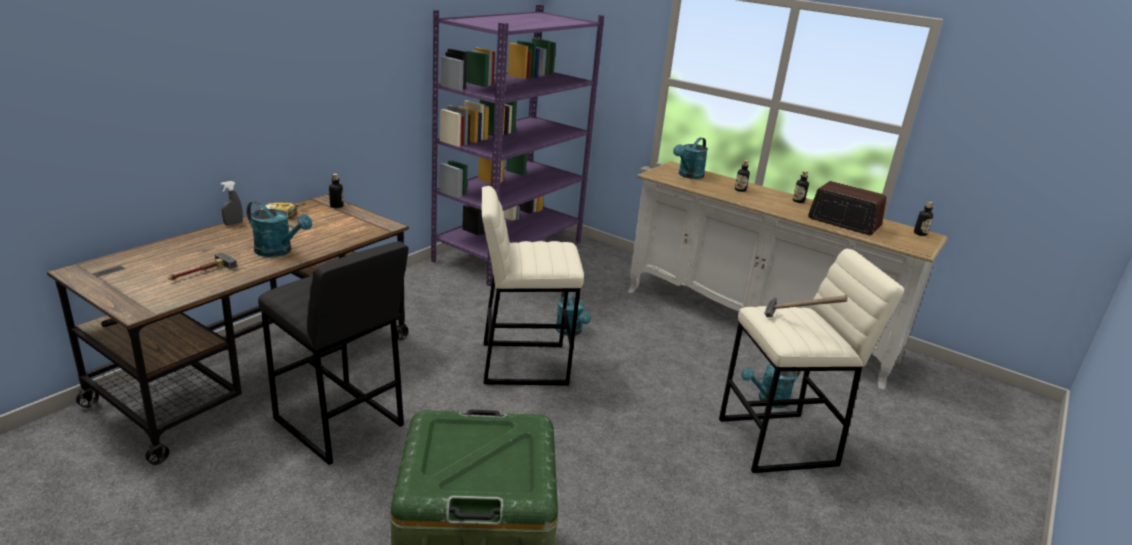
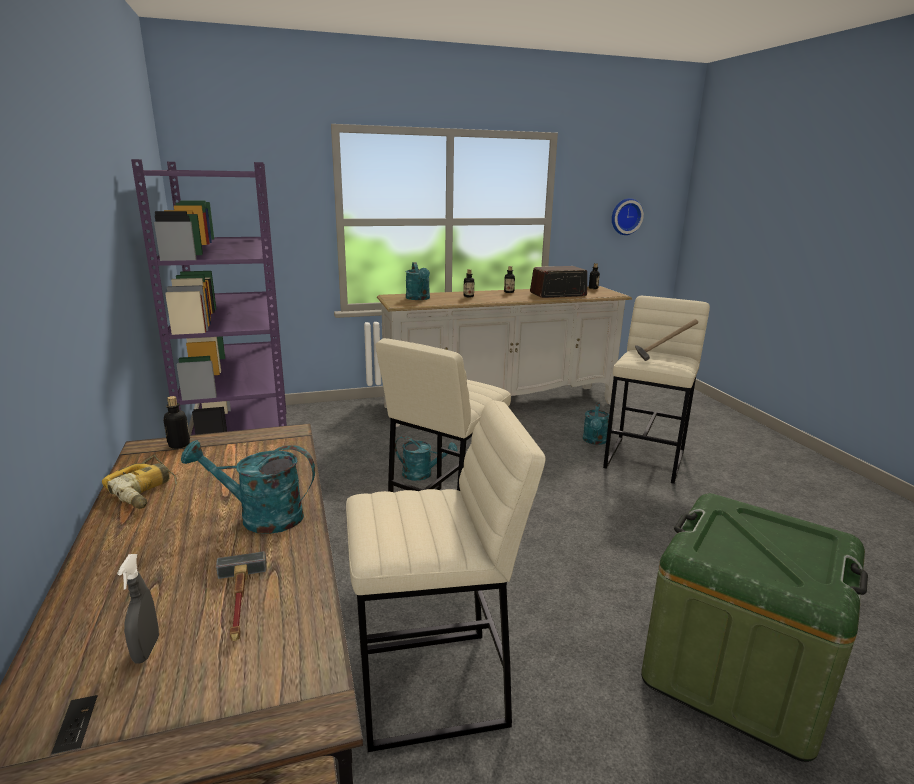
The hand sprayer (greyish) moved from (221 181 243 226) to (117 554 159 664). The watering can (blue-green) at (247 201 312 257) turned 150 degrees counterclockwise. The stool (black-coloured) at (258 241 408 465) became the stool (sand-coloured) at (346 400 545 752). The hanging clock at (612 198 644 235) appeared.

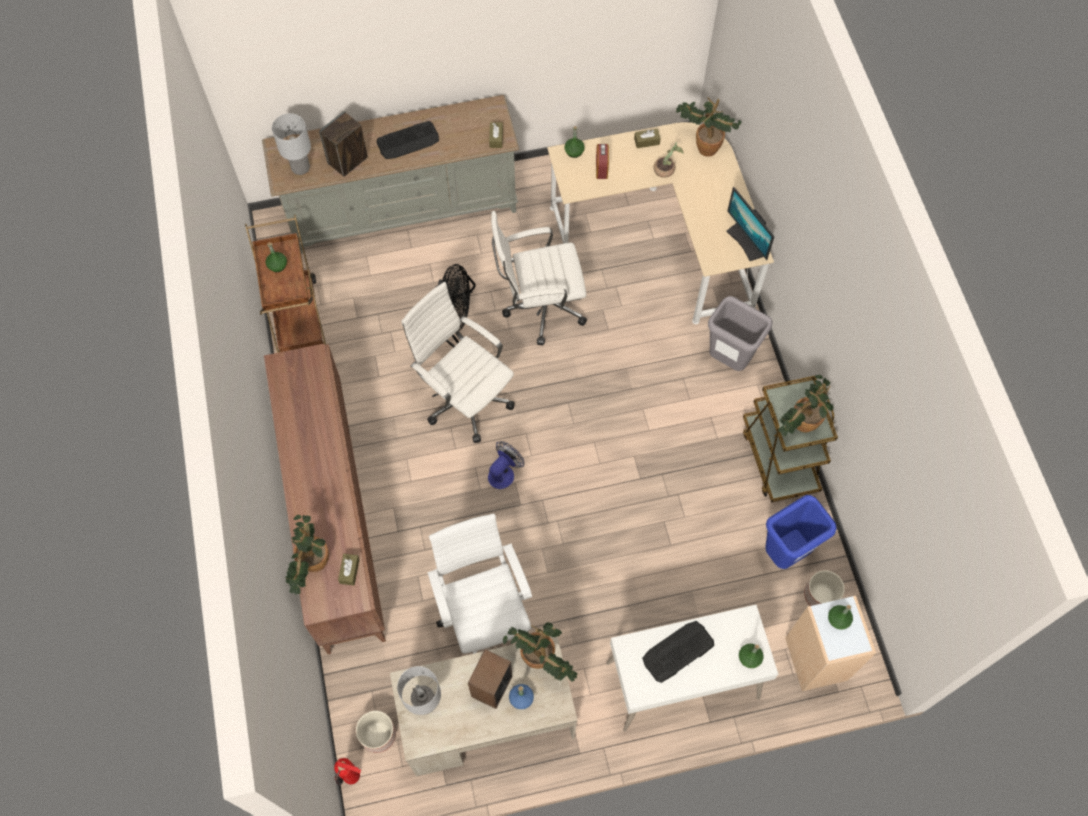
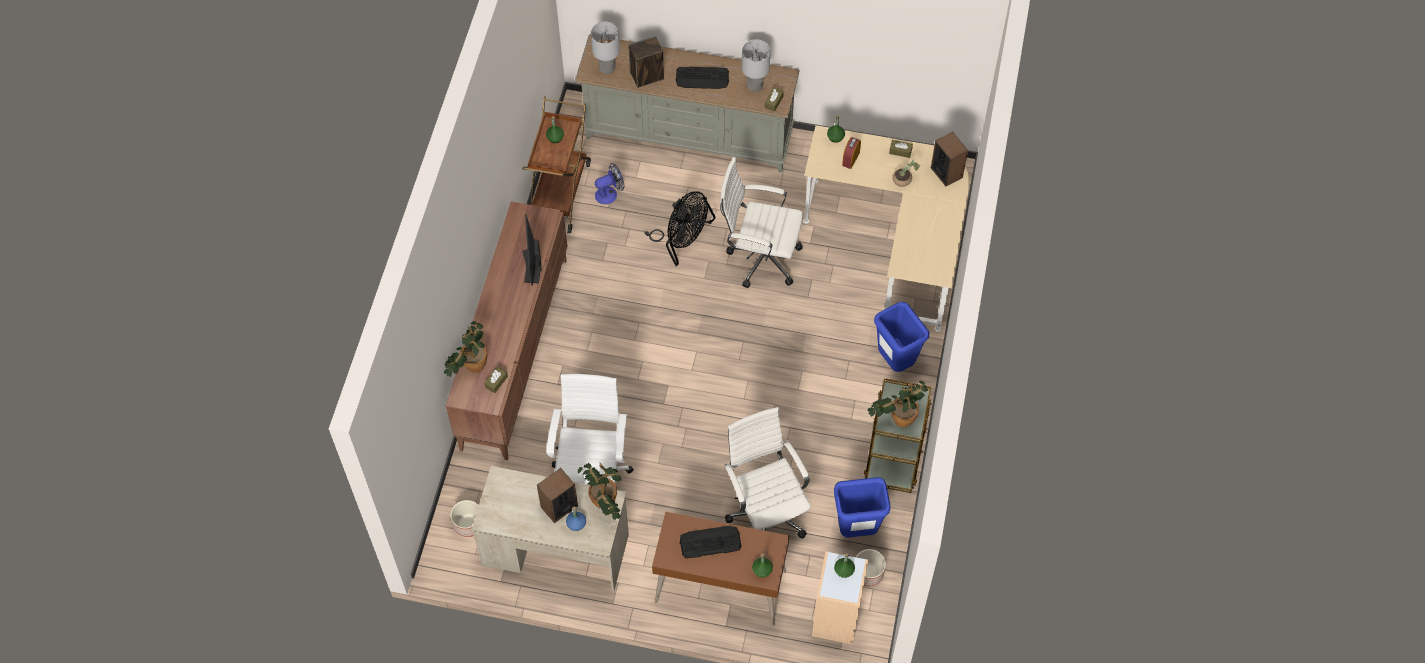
The houseplant at (676 97 742 157) was replaced by the audio speaker at (931 132 968 186). The monitor moved from (726 187 774 261) to (522 214 542 286). The computer chair (white) moved from (401 282 515 443) to (724 407 811 539). The trash can (greyish) at (708 296 772 371) became the trash can (blue-coloured) at (874 302 929 372). The cooling fan moved from (488 441 524 489) to (595 163 625 204). The desk unit (white) at (606 605 778 732) became the desk unit (brownish) at (652 512 789 627). The tabletop lamp (greyish) moved from (397 666 441 715) to (742 39 770 92). The extinguisher at (334 758 361 785) disappeared.

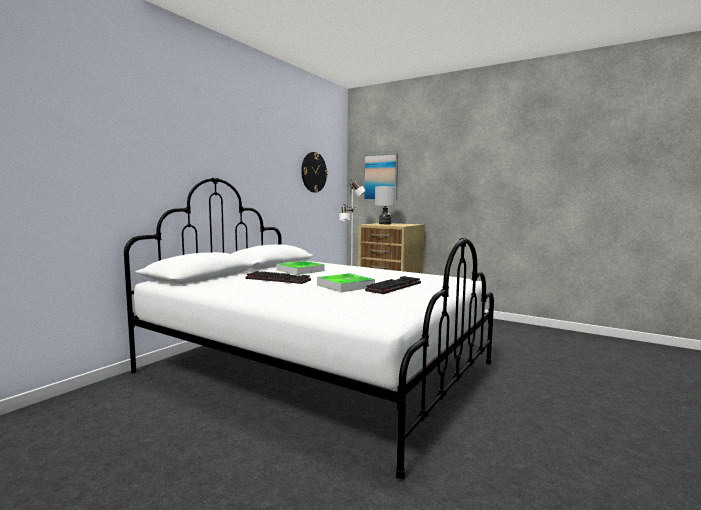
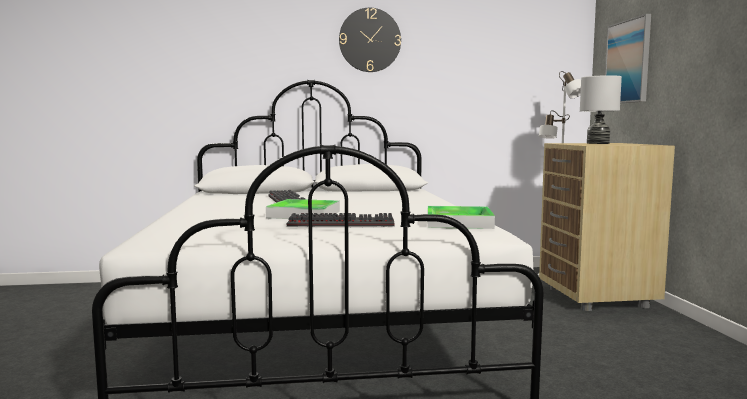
The hanging clock moved from (301 152 328 192) to (339 8 401 72). The tray moved from (276 261 325 275) to (428 206 495 229).

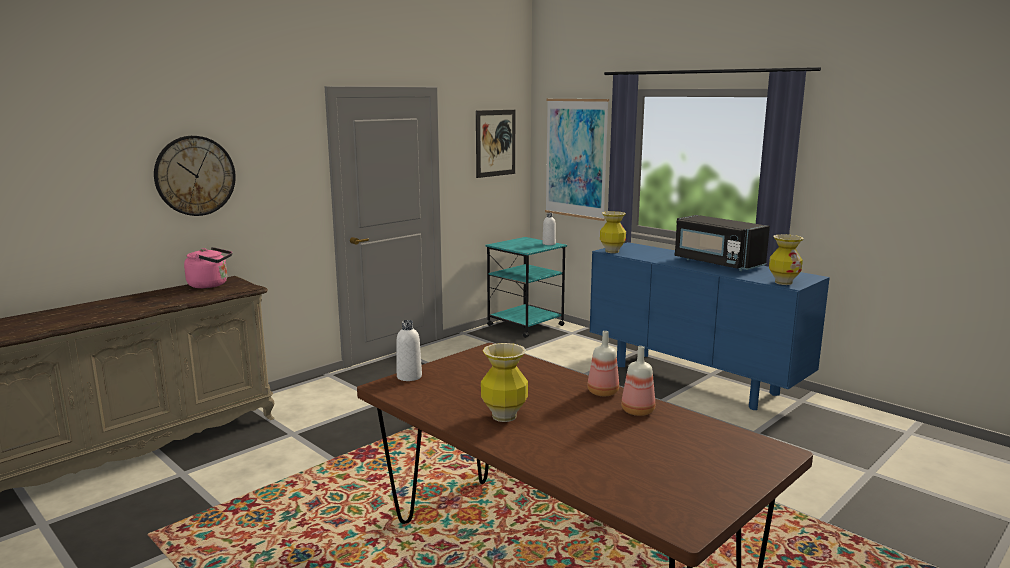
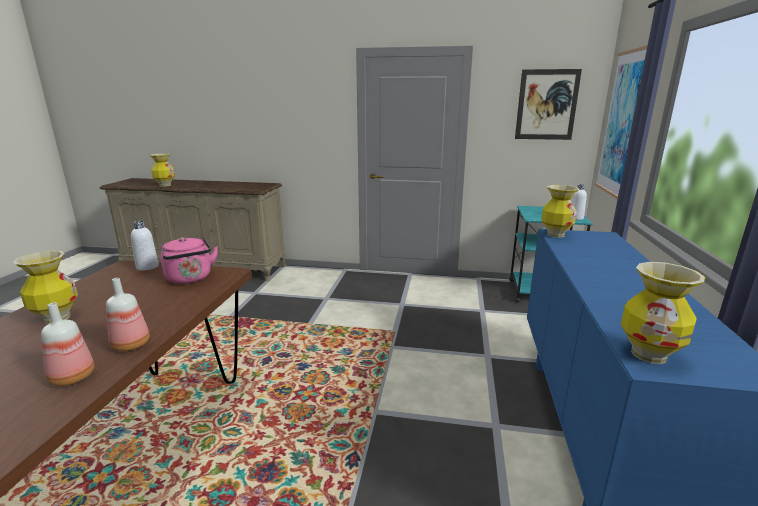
The hanging clock at (154 136 236 216) disappeared. The microwave (black-coloured) at (674 215 770 271) disappeared. The kettle (pink) moved from (184 247 232 288) to (161 237 218 284). The flower vase at (150 153 175 187) appeared.

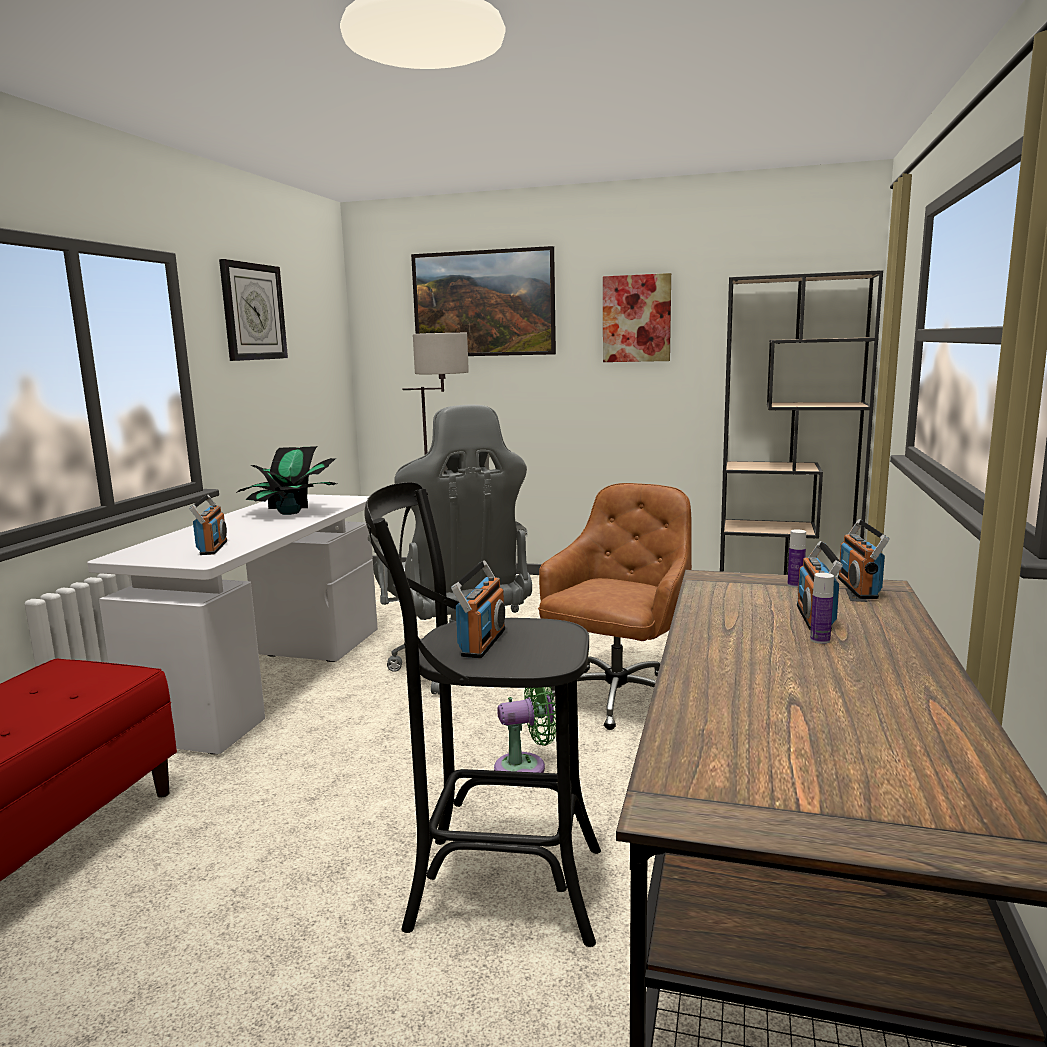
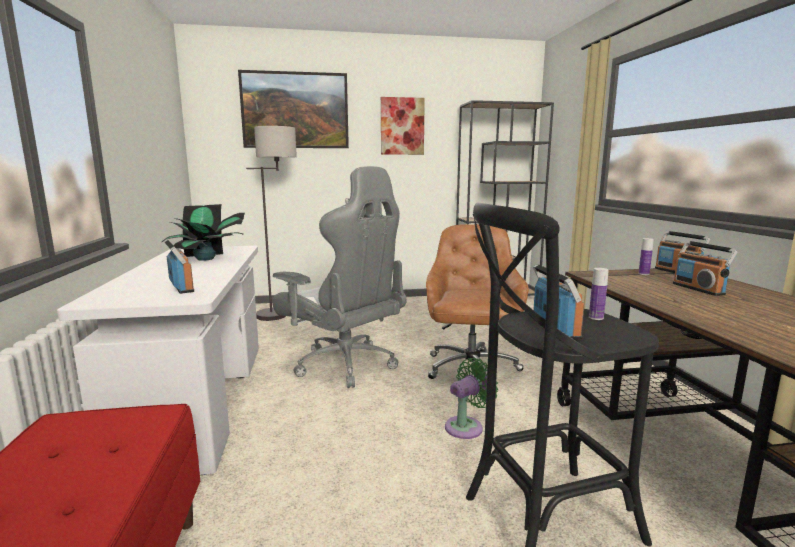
The hanging clock at (219 259 288 361) disappeared. The drink bottle moved from (810 573 834 644) to (589 268 609 320).

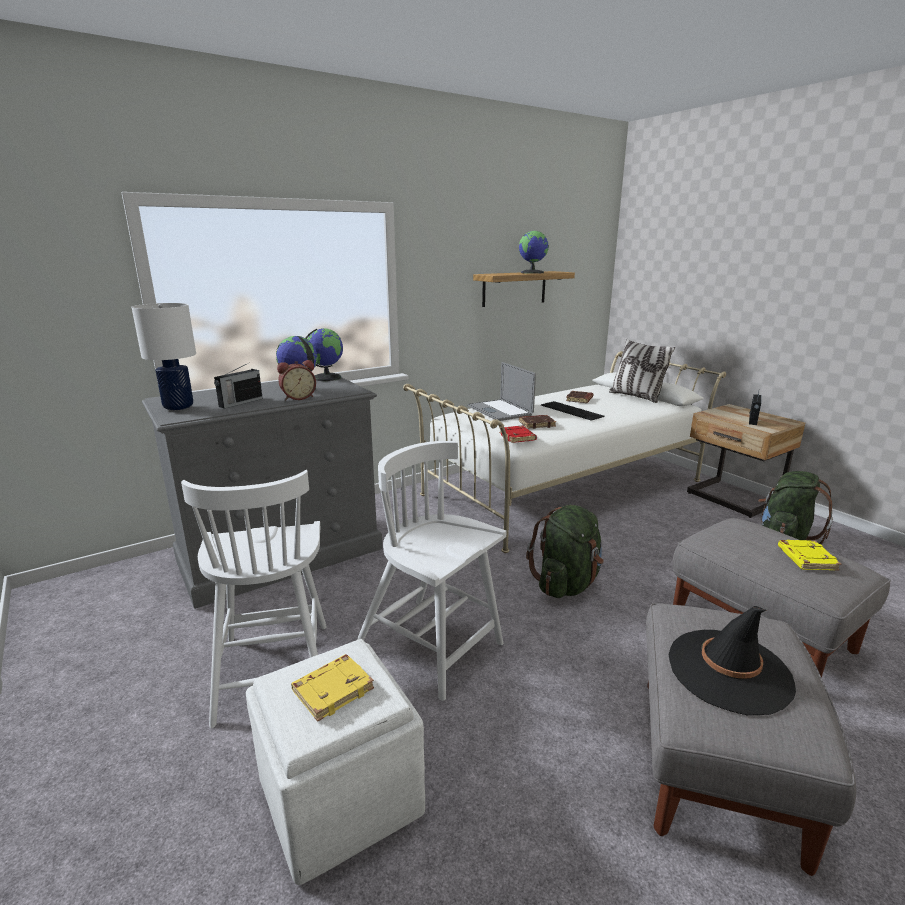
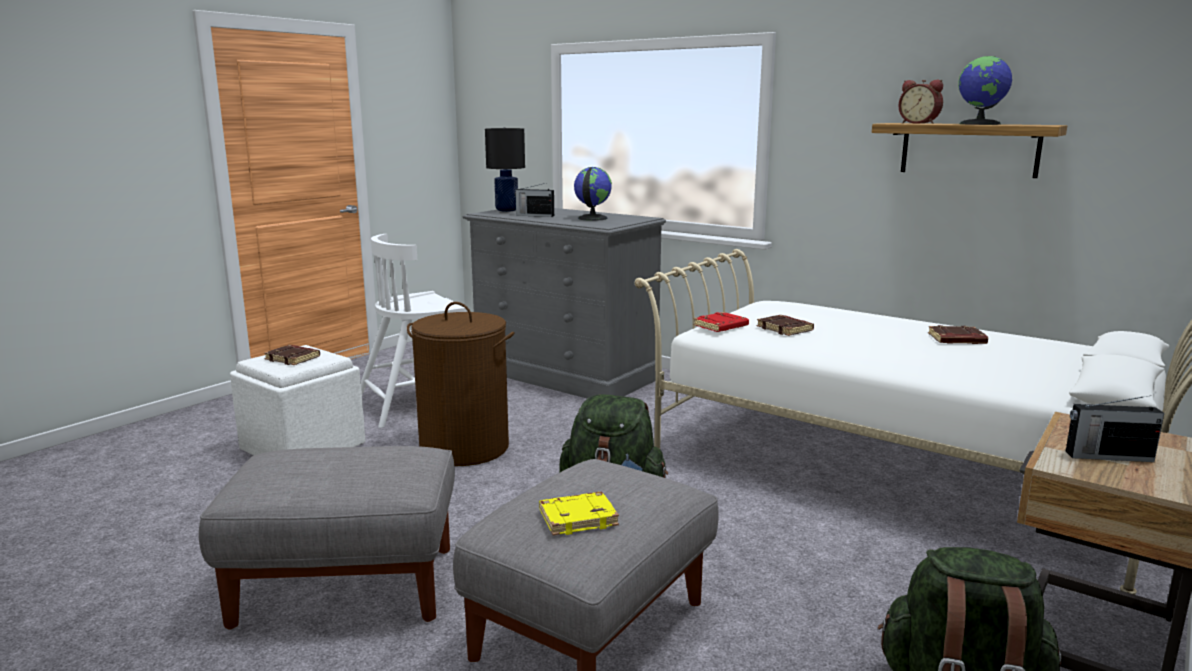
The tabletop lamp (white) at (132 303 196 410) became the tabletop lamp (black-coloured) at (485 127 525 212). The globe at (306 328 343 381) disappeared. The cushion at (609 339 675 403) disappeared. The table clock moved from (277 360 316 400) to (898 80 943 124). The laptop at (468 362 536 421) disappeared. The PC keyboard at (541 401 605 421) disappeared. The plain chair (white) at (357 441 506 701) was replaced by the laundry basket (brownish) at (407 302 515 466). The wearable hat (black-coloured) at (668 606 796 715) disappeared. The book (yellowish) at (291 654 374 722) became the book (brownish) at (264 345 320 365).

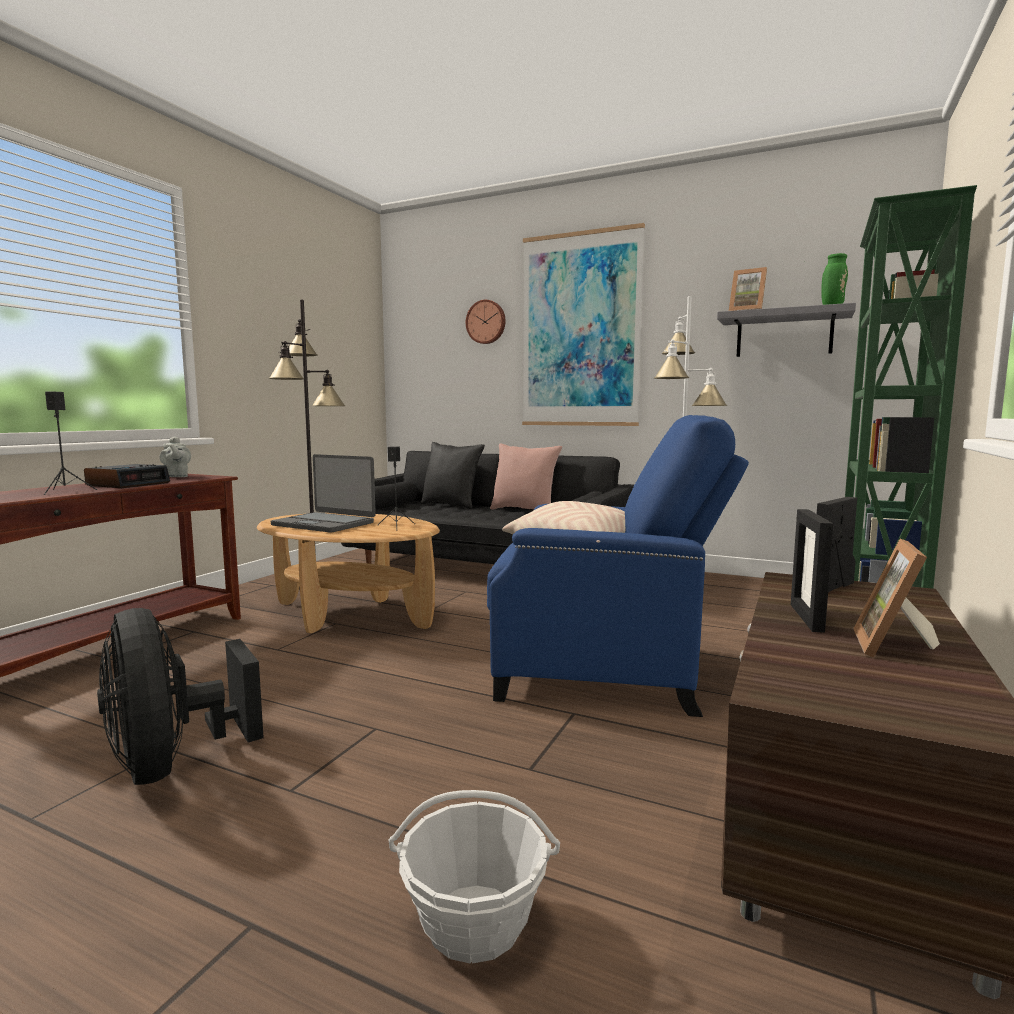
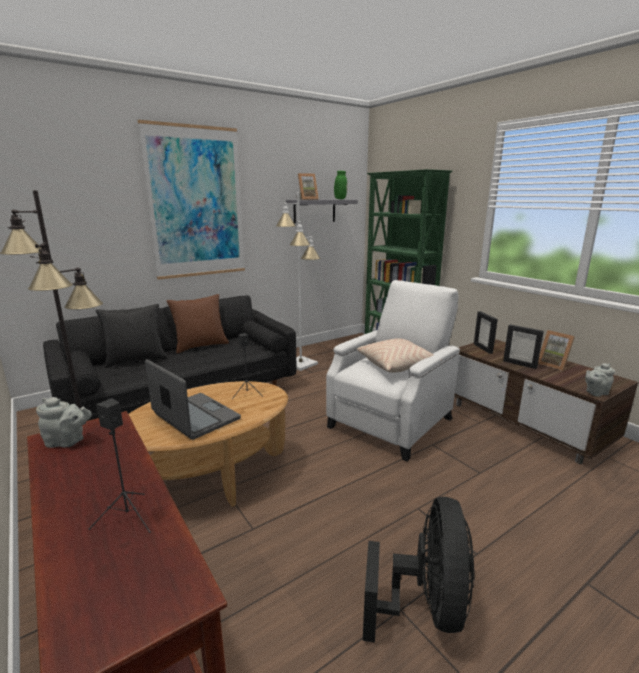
The hanging clock at (466 300 506 344) disappeared. The armchair (blue-coloured) at (487 415 749 717) became the armchair (white) at (326 280 460 462). The cushion (pink) at (490 443 562 510) became the cushion (brownish) at (167 294 229 354). The laptop at (271 454 376 533) turned 105 degrees counterclockwise. The table clock at (84 464 170 488) disappeared. The cooling fan (black-coloured) at (97 608 264 785) turned 75 degrees counterclockwise. The basket at (389 790 560 964) disappeared. The tea pot (greyish) at (585 363 615 397) appeared.

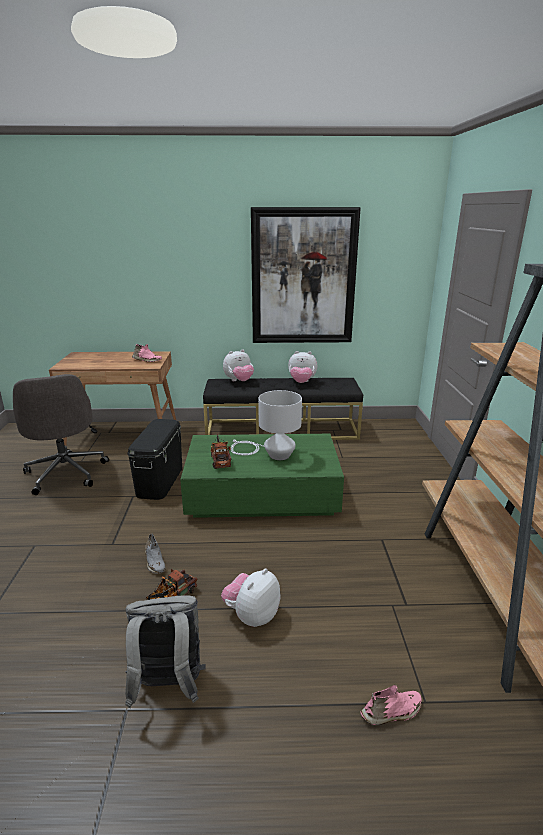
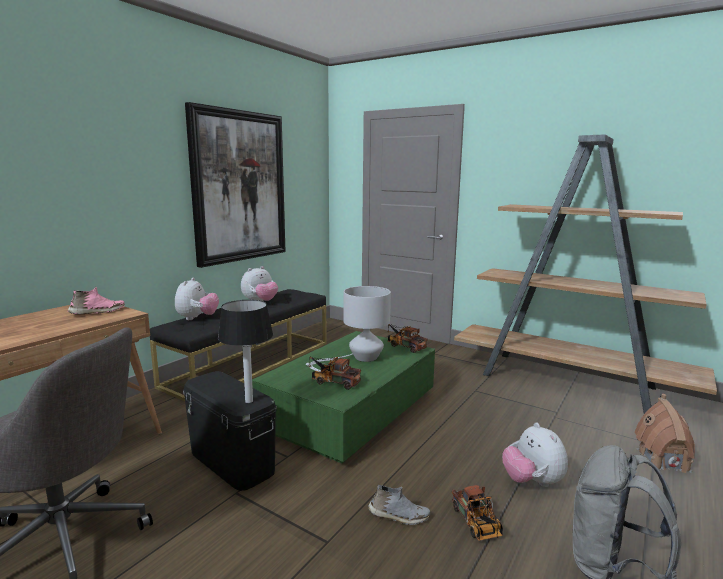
The item of footwear (pink) at (360 684 422 725) was replaced by the toy house at (634 394 695 473). The tabletop lamp at (218 300 273 403) appeared. The model truck at (387 324 428 353) appeared.

